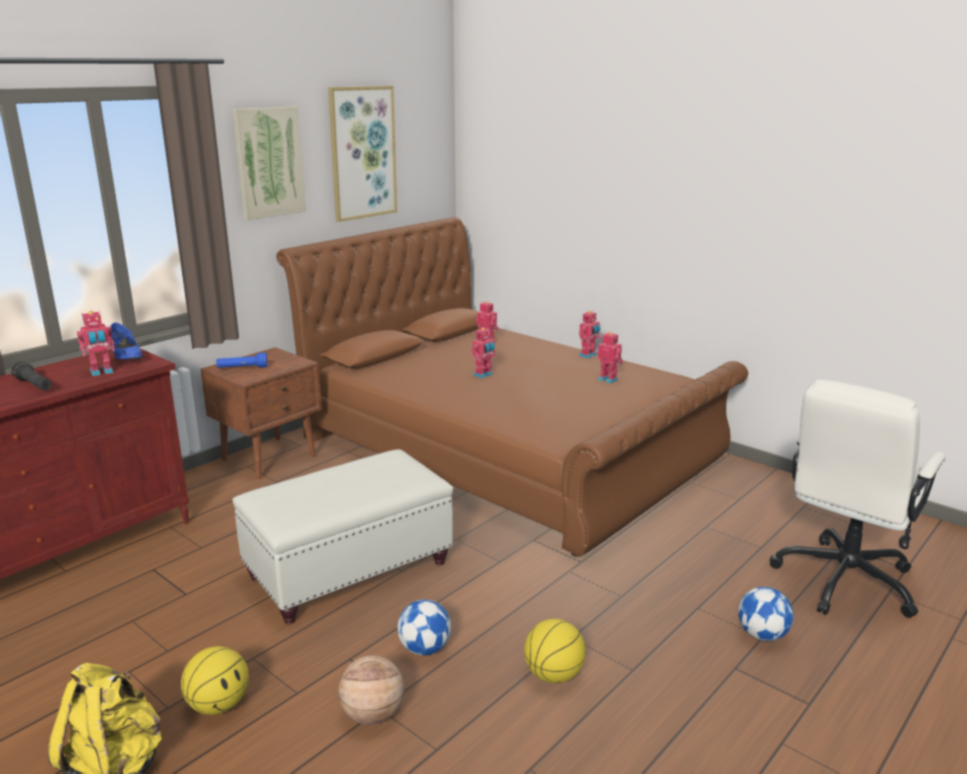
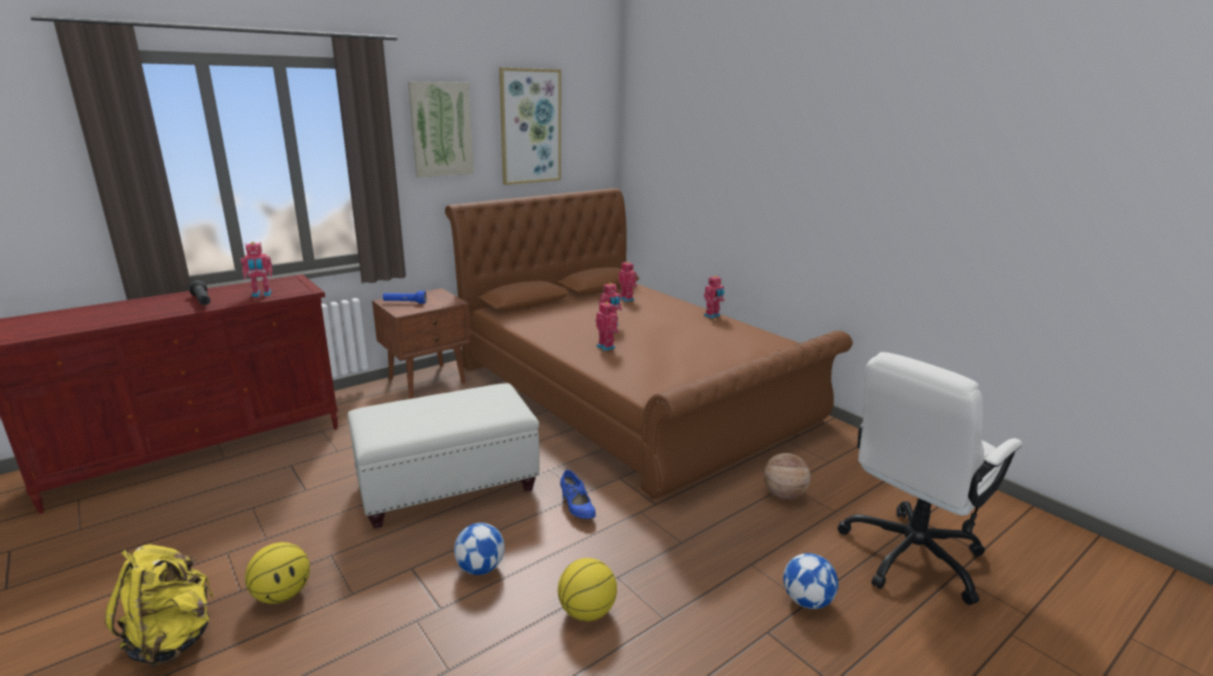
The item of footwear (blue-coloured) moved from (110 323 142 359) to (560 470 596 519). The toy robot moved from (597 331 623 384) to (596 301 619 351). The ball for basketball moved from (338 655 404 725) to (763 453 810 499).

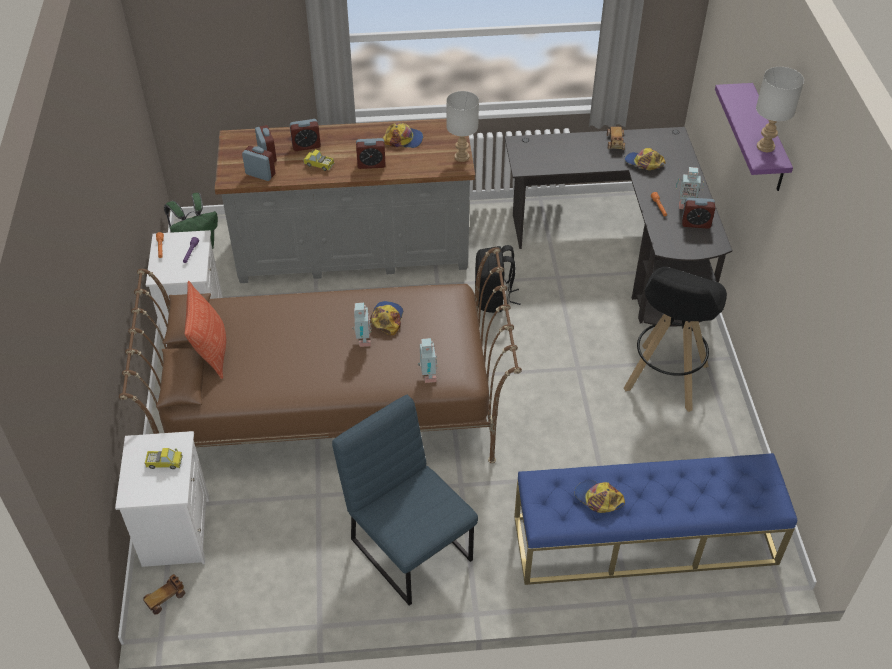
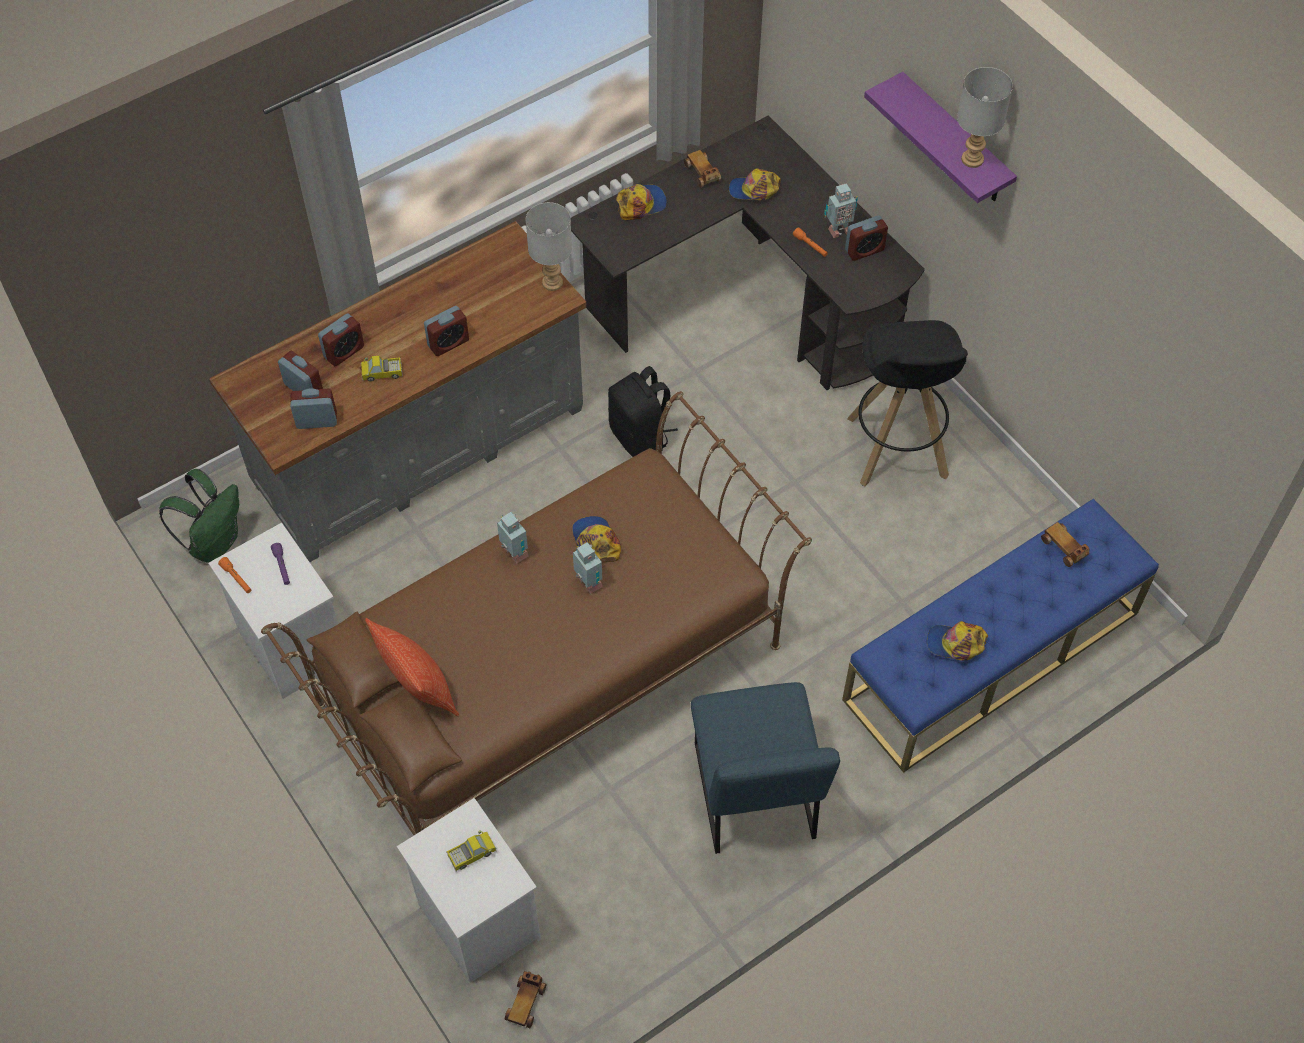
The cap moved from (383 123 423 148) to (616 184 667 220). The toy robot moved from (418 338 438 383) to (497 512 528 563). The plain chair (blue-coloured) at (332 395 478 606) turned 120 degrees counterclockwise. The model car at (1041 522 1089 567) appeared.

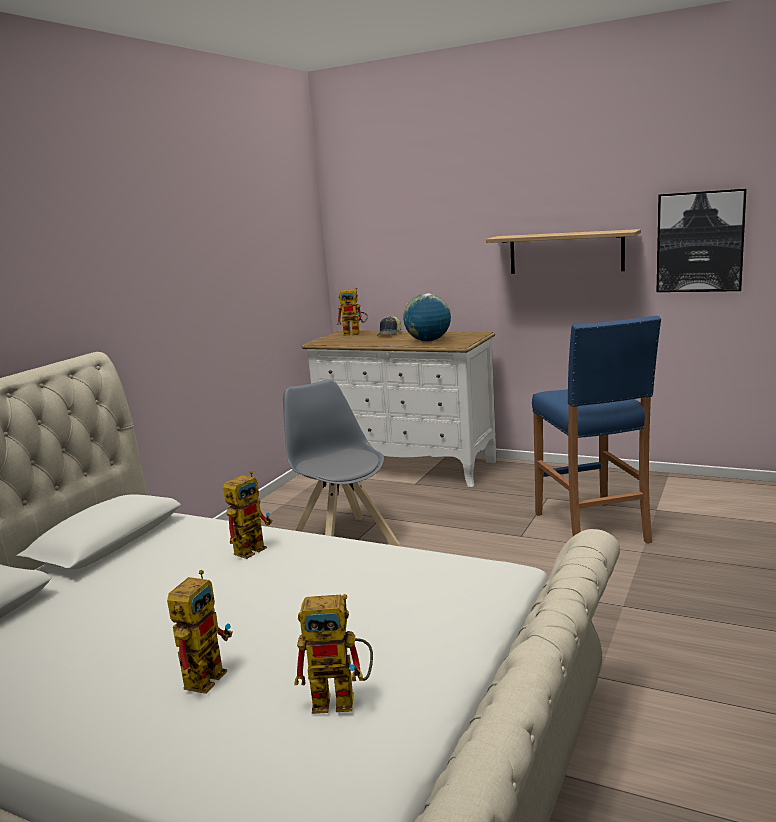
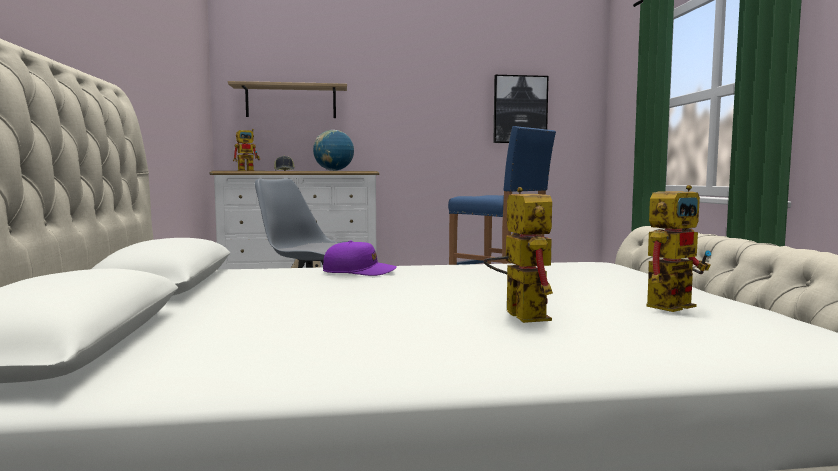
The wall shelf moved from (486 229 641 274) to (228 81 347 118). The toy robot at (223 470 272 559) was replaced by the cap (purple) at (323 241 397 276).

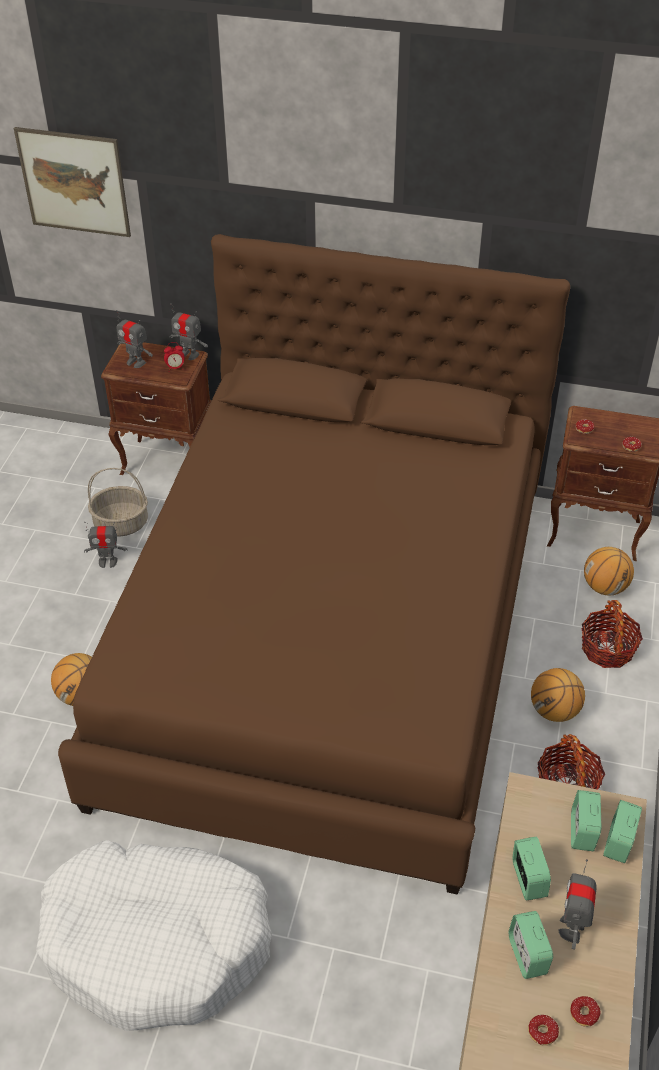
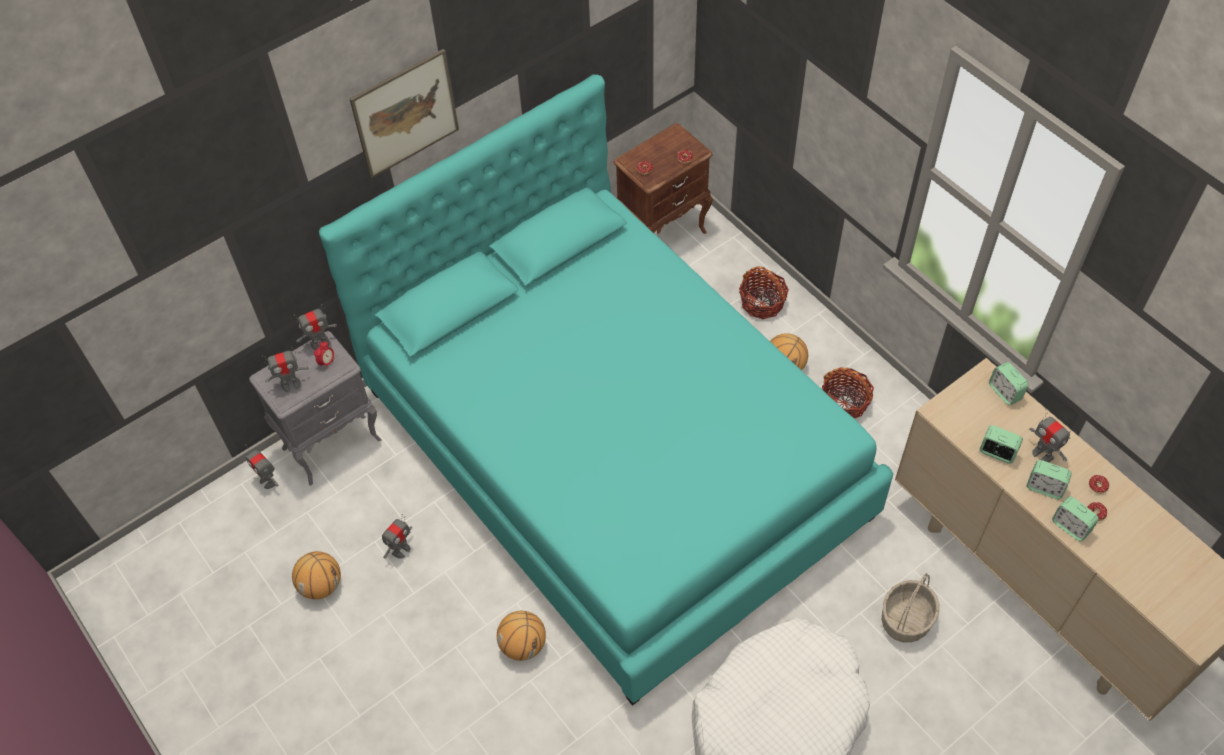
The wall art moved from (14 127 131 237) to (349 49 459 179). The bedroom bed (brownish) at (58 234 570 895) became the bedroom bed (blue-green) at (319 74 893 706). The nightstand (brownish) at (101 342 211 475) became the nightstand (greyish) at (249 331 382 486). The basket moved from (88 468 148 537) to (882 573 939 643). The ball for basketball moved from (584 547 634 595) to (292 551 341 599). The table clock moved from (571 790 601 851) to (1052 496 1099 542). The toy robot at (245 445 279 489) appeared.

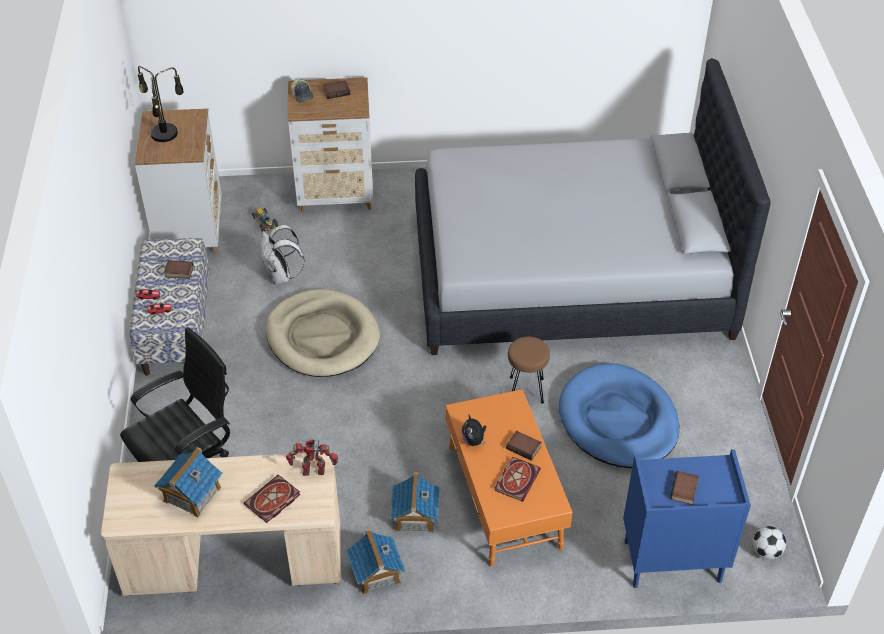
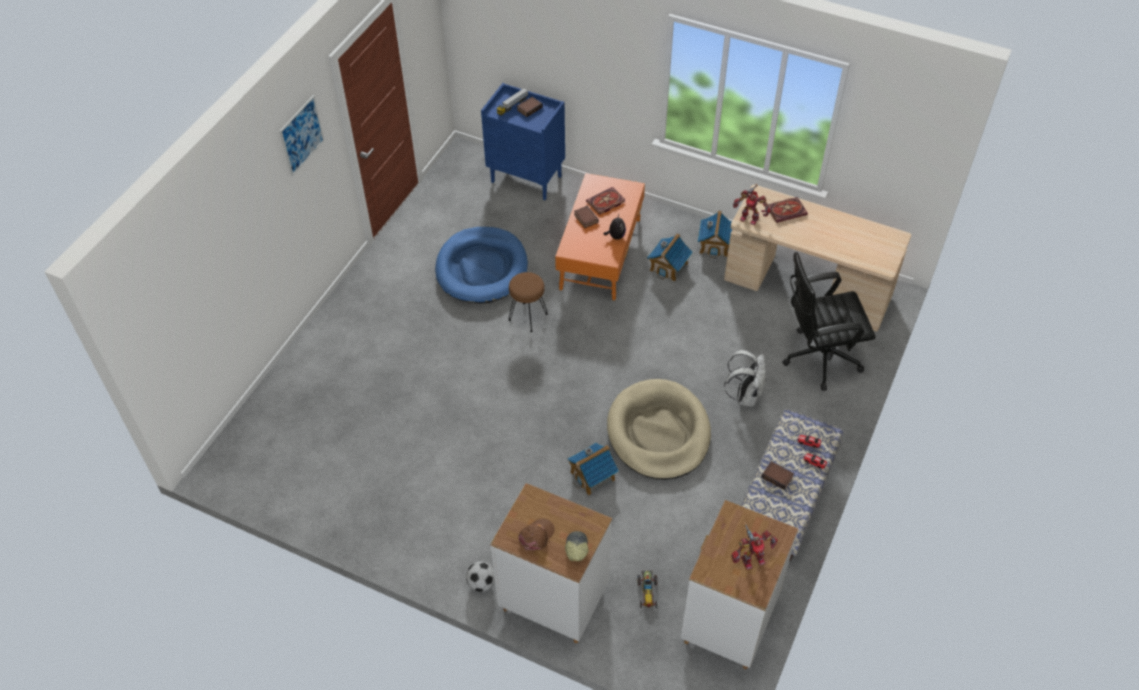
The bedroom bed (greyish) at (415 58 771 355) disappeared. The tabletop lamp at (138 66 184 142) was replaced by the toy robot at (731 522 778 570). The book at (323 80 350 99) was replaced by the cap (brownish) at (518 518 554 551). The backpack (white) moved from (261 225 305 284) to (724 350 766 407). The toy house moved from (154 447 223 517) to (567 443 619 495). The ball for football moved from (752 526 786 560) to (466 562 495 592). The model truck at (497 88 528 116) appeared. The wall art at (279 95 324 176) appeared.

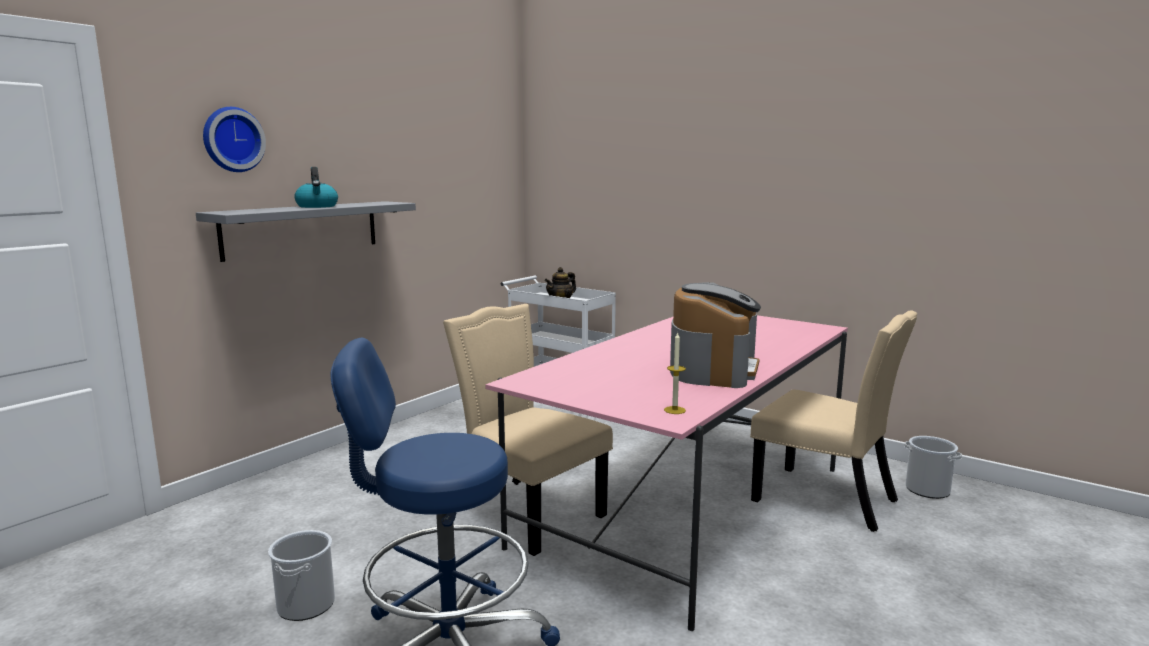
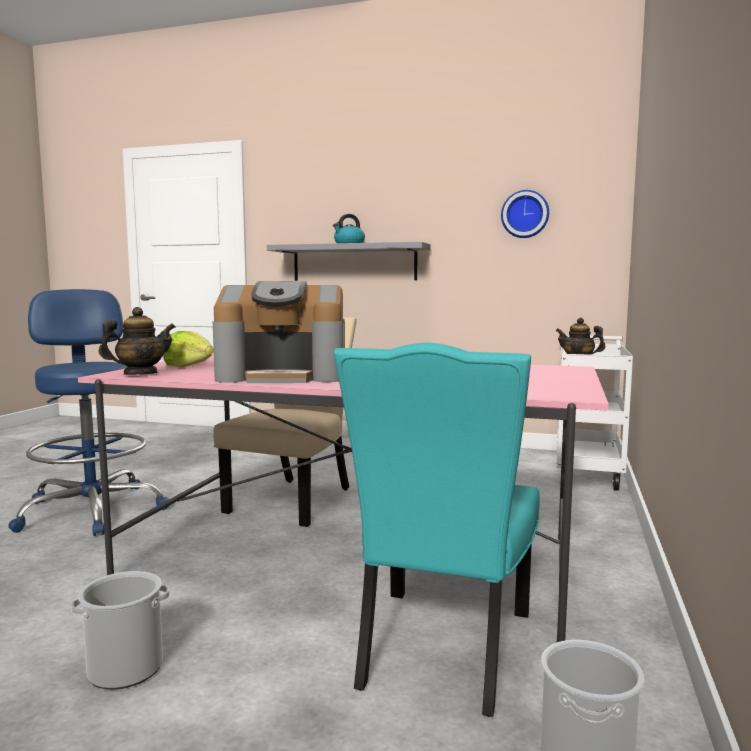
The hanging clock moved from (203 107 266 172) to (501 190 549 238). The plain chair (sand-coloured) at (750 311 917 532) became the plain chair (blue-green) at (334 343 540 717). The wax candle at (664 332 686 414) was replaced by the tea pot at (99 307 176 375). The water bucket moved from (268 530 335 621) to (71 571 170 690). The lettuce head at (163 331 214 367) appeared.

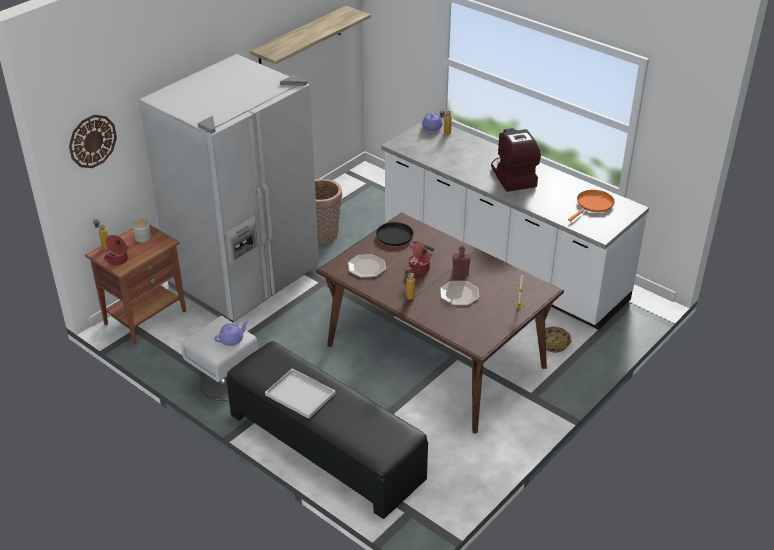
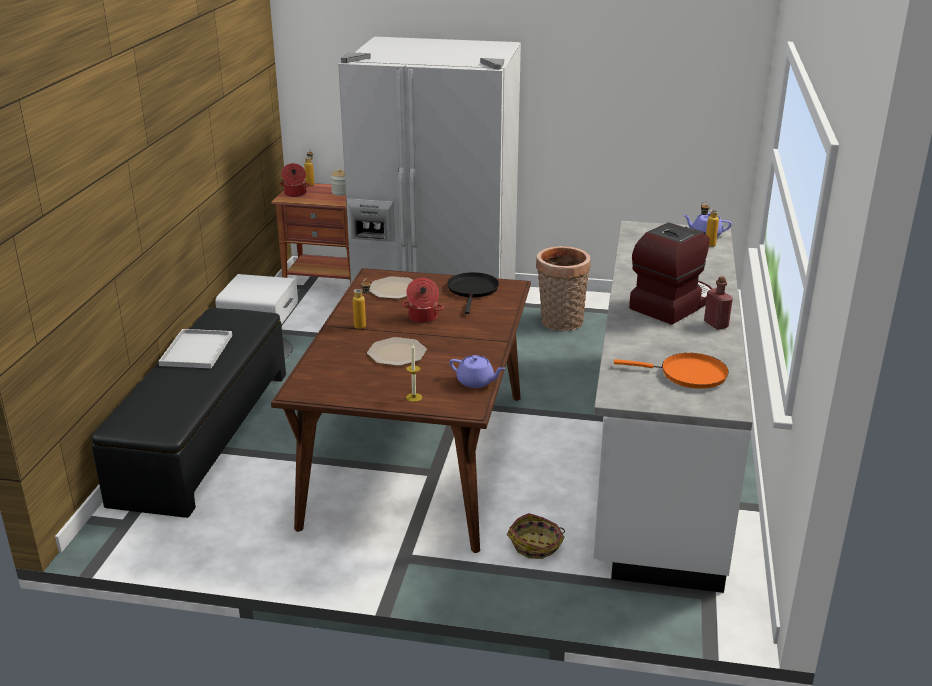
The wall shelf at (250 6 371 65) disappeared. The hanging clock at (69 115 117 168) disappeared. The drink bottle (reddish) moved from (452 245 471 277) to (704 276 733 330). The tea pot (purple) moved from (214 321 248 346) to (450 355 505 388).

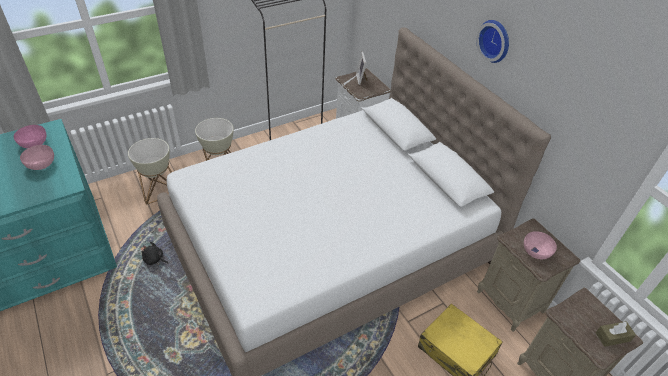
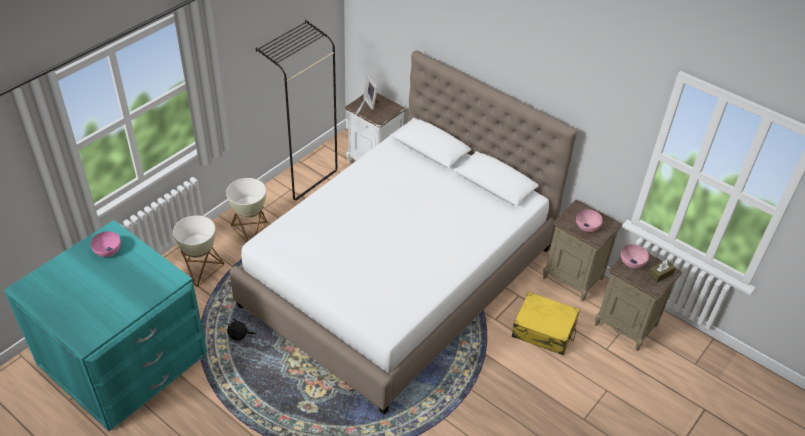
The hanging clock at (476 20 509 63) disappeared. The serving bowl (pink) moved from (20 145 54 170) to (621 244 649 268).

